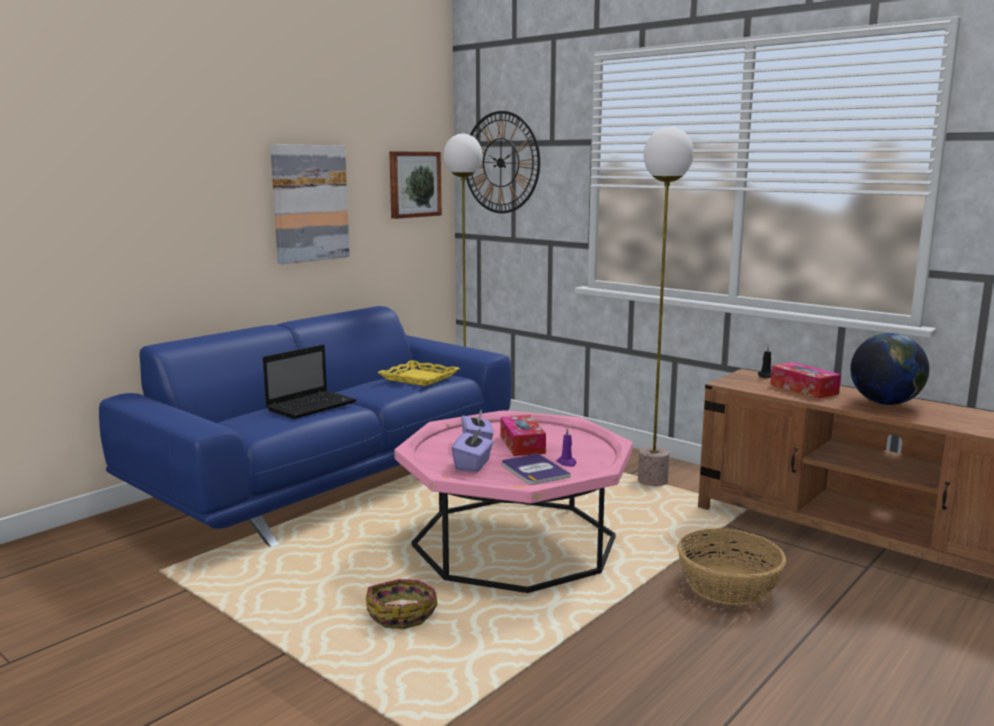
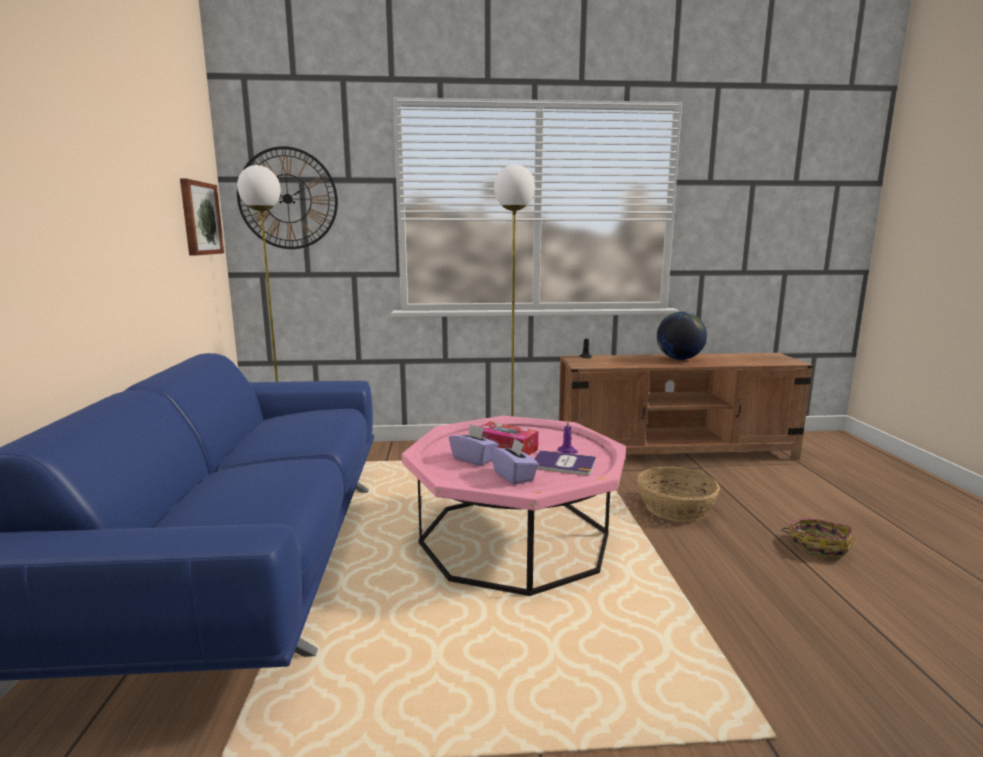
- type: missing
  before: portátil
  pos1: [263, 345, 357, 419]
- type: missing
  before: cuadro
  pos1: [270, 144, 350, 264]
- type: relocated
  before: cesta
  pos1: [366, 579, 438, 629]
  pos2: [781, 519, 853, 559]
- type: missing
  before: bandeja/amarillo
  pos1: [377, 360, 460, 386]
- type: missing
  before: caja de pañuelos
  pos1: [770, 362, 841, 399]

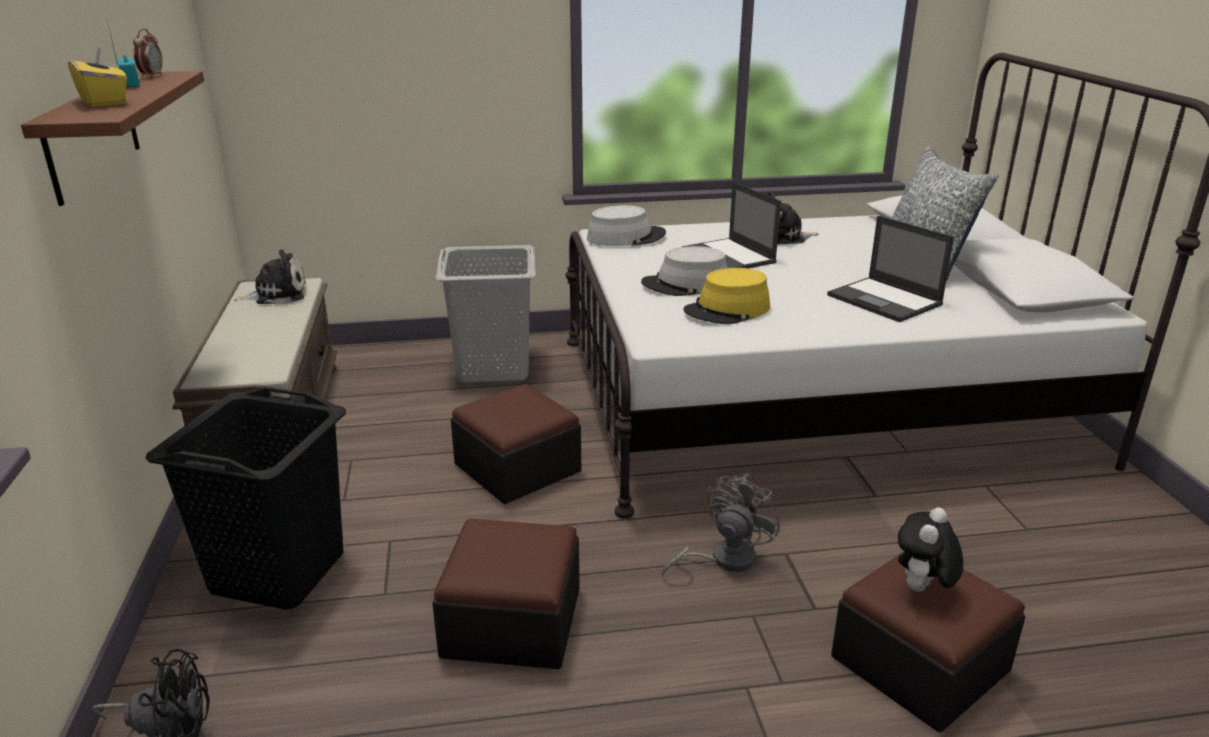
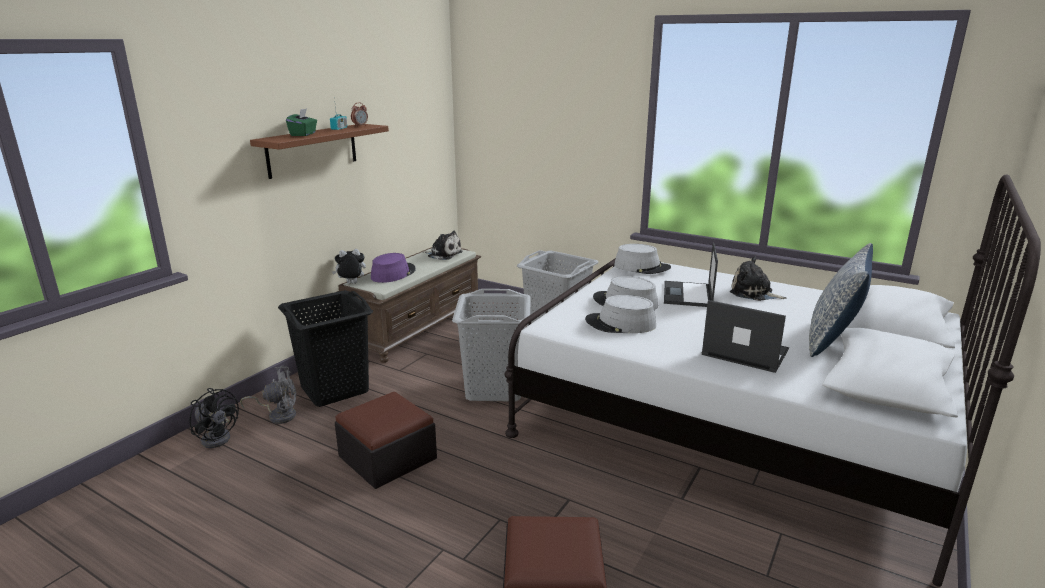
- type: colour
  before: caja de pañuelos/amarillo
  after: caja de pañuelos/verde
  pos1: [68, 47, 127, 107]
  pos2: [286, 109, 317, 136]
- type: exchanged
  before: puf
  after: cesto de la ropa/gris
  pos1: [451, 384, 581, 504]
  pos2: [452, 289, 531, 401]
- type: relocated
  before: ventilador/gris
  pos1: [661, 473, 781, 577]
  pos2: [240, 366, 296, 424]
- type: colour
  before: sombrero/amarillo
  after: sombrero/gris
  pos1: [683, 268, 770, 324]
  pos2: [585, 295, 656, 333]
- type: spun
  before: portátil
  pos1: [827, 216, 954, 322]
  pos2: [702, 300, 789, 373]
  turn: 120
- type: relocated
  before: peluche
  pos1: [898, 507, 963, 592]
  pos2: [332, 249, 366, 284]
- type: appeared
  after: sombrero/morado
  pos2: [371, 253, 416, 283]

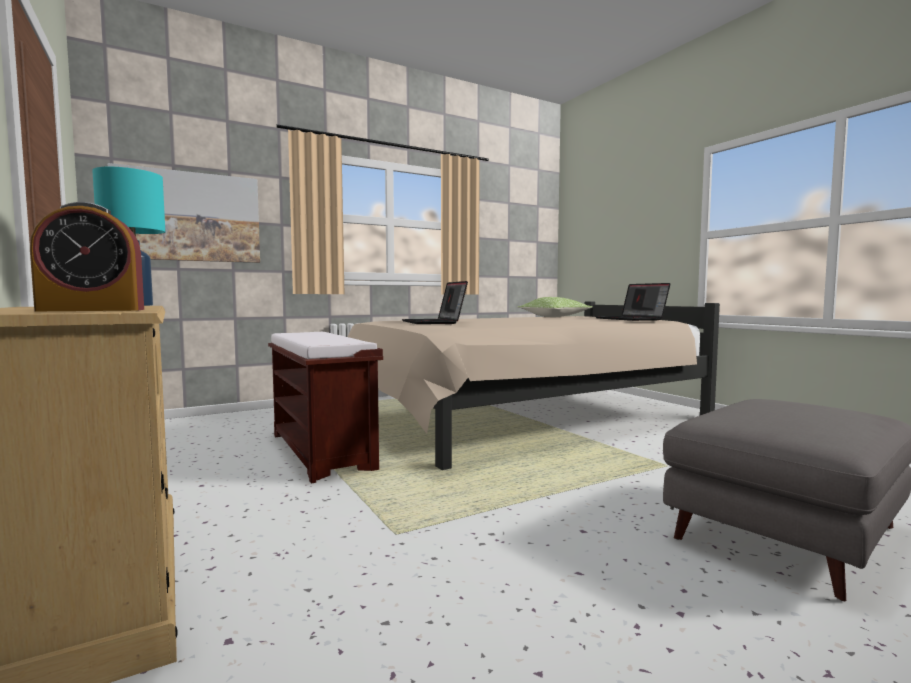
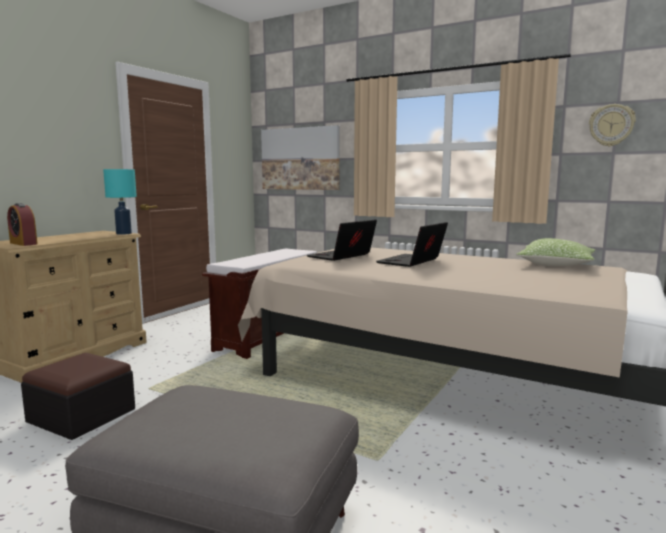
- type: relocated
  before: portátil
  pos1: [596, 283, 670, 321]
  pos2: [376, 222, 448, 267]
- type: appeared
  after: puf
  pos2: [21, 353, 135, 440]
- type: appeared
  after: reloj de pared
  pos2: [589, 104, 636, 147]

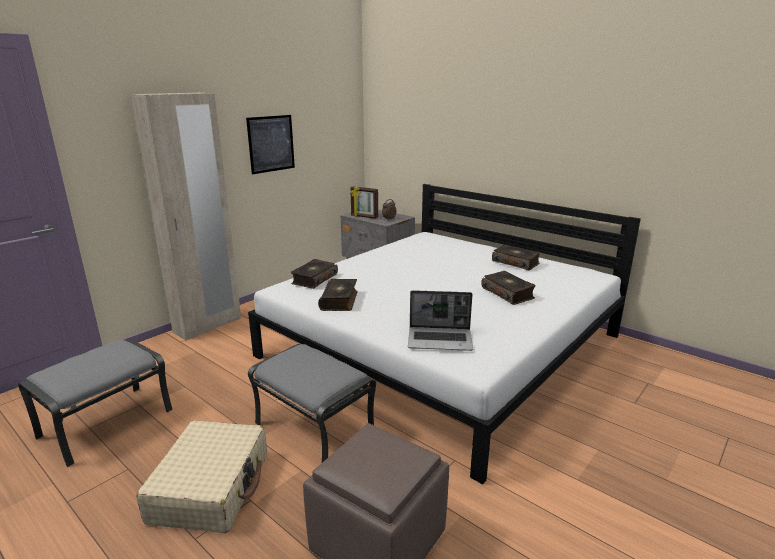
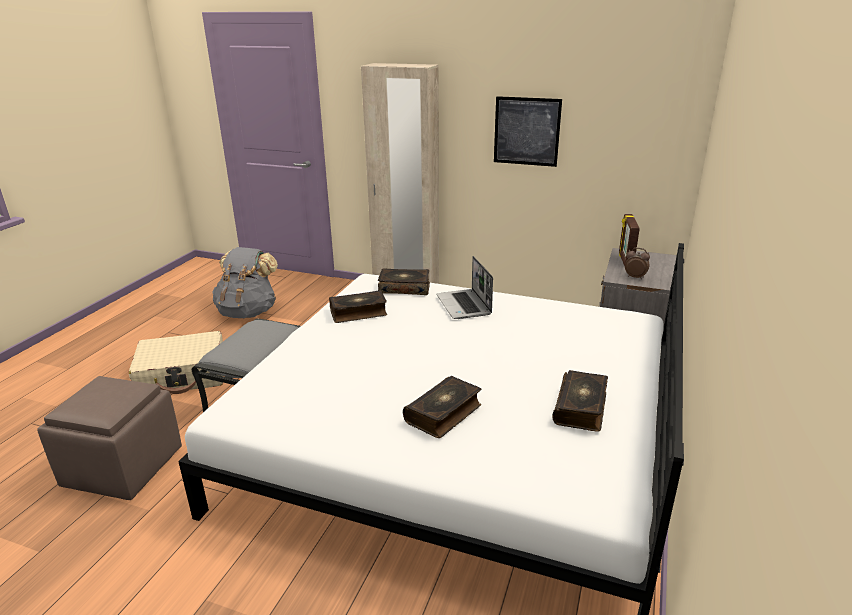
- type: exchanged
  before: puf/gris
  after: mochila/gris
  pos1: [18, 338, 173, 467]
  pos2: [212, 247, 278, 318]
- type: relocated
  before: portátil
  pos1: [408, 290, 473, 351]
  pos2: [437, 256, 493, 319]

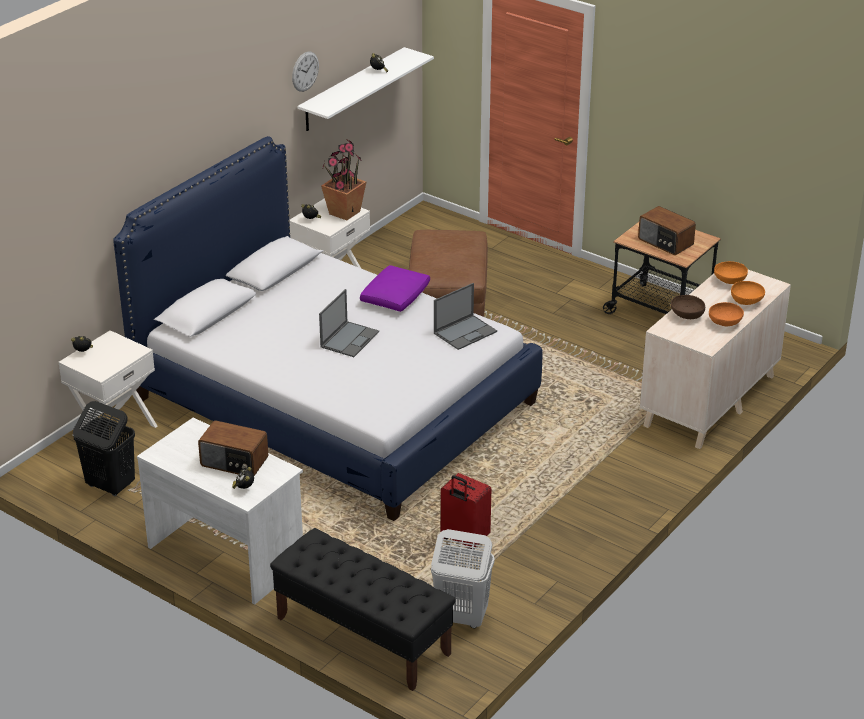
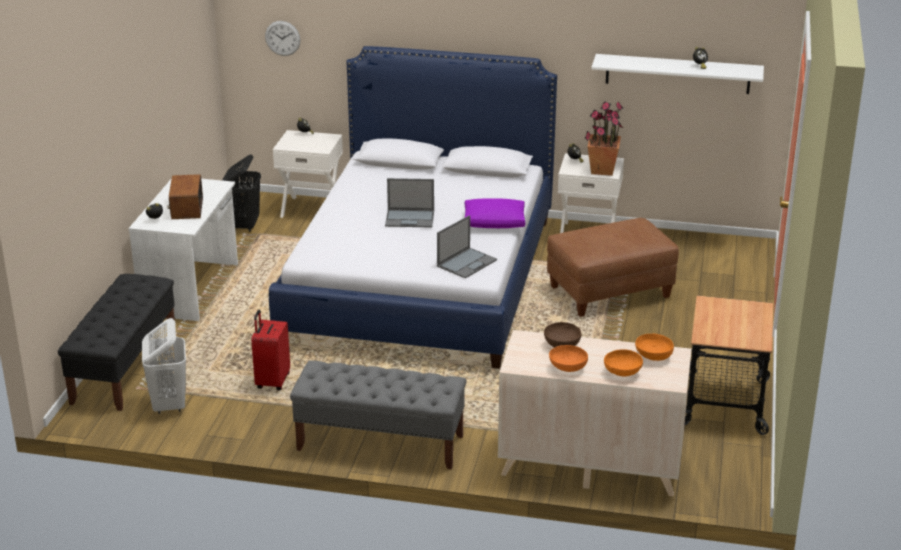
- type: relocated
  before: reloj de pared
  pos1: [292, 51, 319, 92]
  pos2: [265, 21, 300, 56]
- type: spun
  before: portátil
  pos1: [434, 283, 497, 350]
  pos2: [437, 215, 497, 278]
  turn: -75
- type: missing
  before: radio
  pos1: [638, 206, 696, 255]
- type: appeared
  after: banco/gris
  pos2: [290, 360, 467, 470]

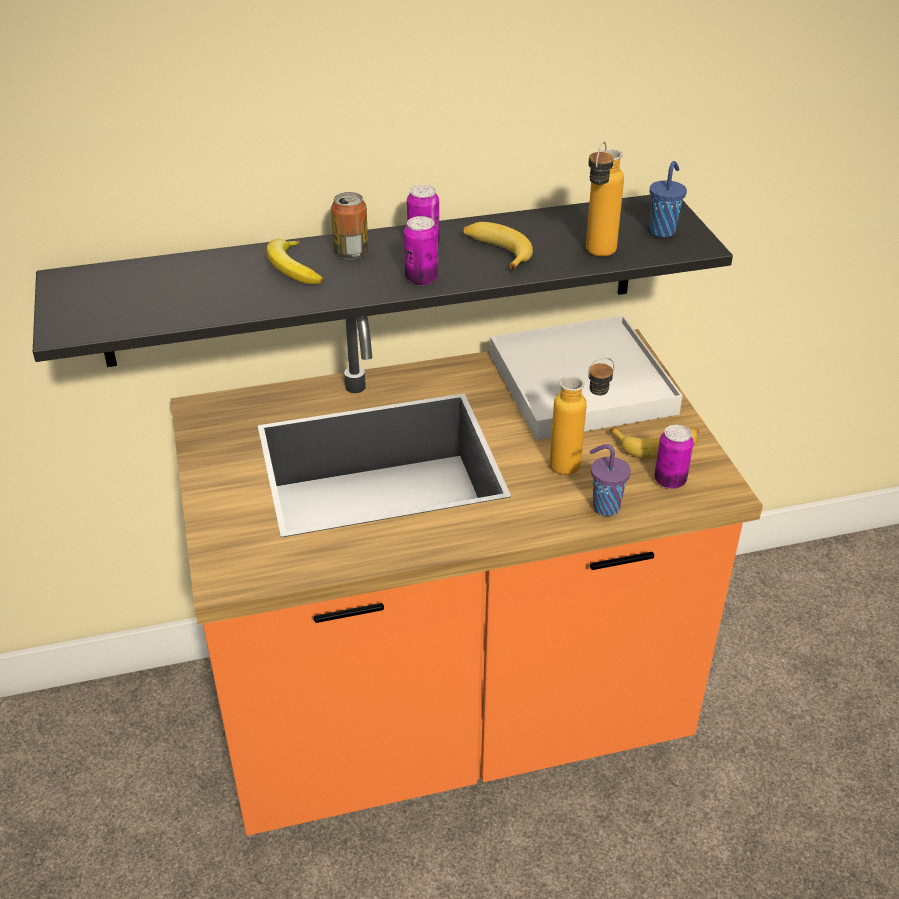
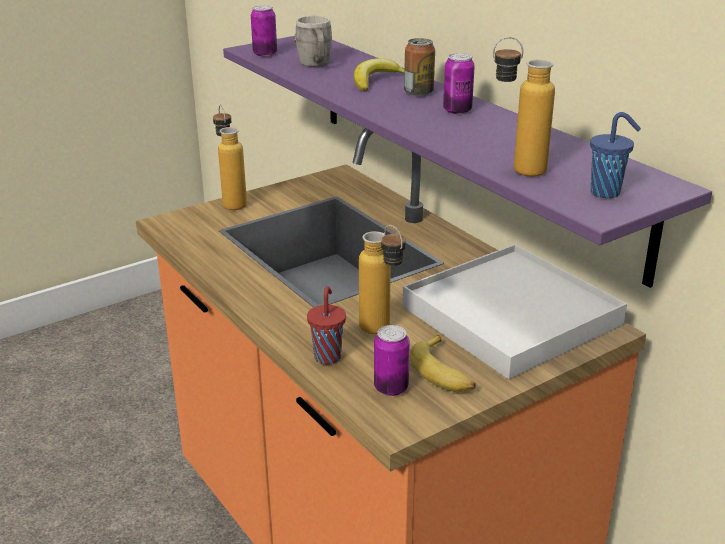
- type: colour
  before: estante/negro
  after: estante/morado
  pos1: [33, 195, 733, 367]
  pos2: [223, 36, 712, 288]
- type: relocated
  before: lata
  pos1: [404, 216, 438, 285]
  pos2: [251, 5, 277, 57]
- type: missing
  before: plátano
  pos1: [463, 222, 533, 270]
- type: colour
  before: taza/morado
  after: taza/rojo
  pos1: [590, 444, 631, 516]
  pos2: [307, 286, 346, 365]
- type: appeared
  after: botella
  pos2: [213, 105, 247, 210]
- type: appeared
  after: taza grande/gris
  pos2: [295, 16, 332, 67]

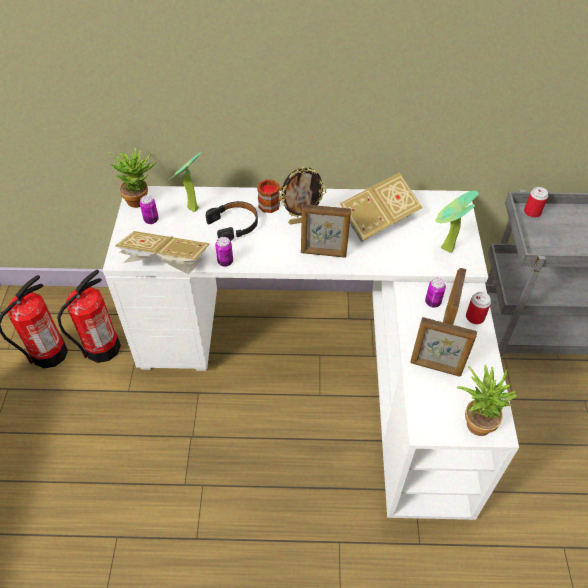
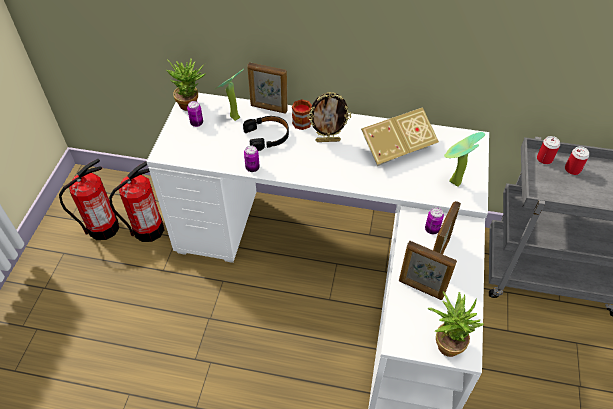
- type: missing
  before: libro
  pos1: [115, 231, 210, 274]
- type: relocated
  before: portarretratos
  pos1: [301, 204, 351, 257]
  pos2: [247, 62, 288, 114]
- type: relocated
  before: lata
  pos1: [466, 292, 491, 324]
  pos2: [565, 146, 589, 175]

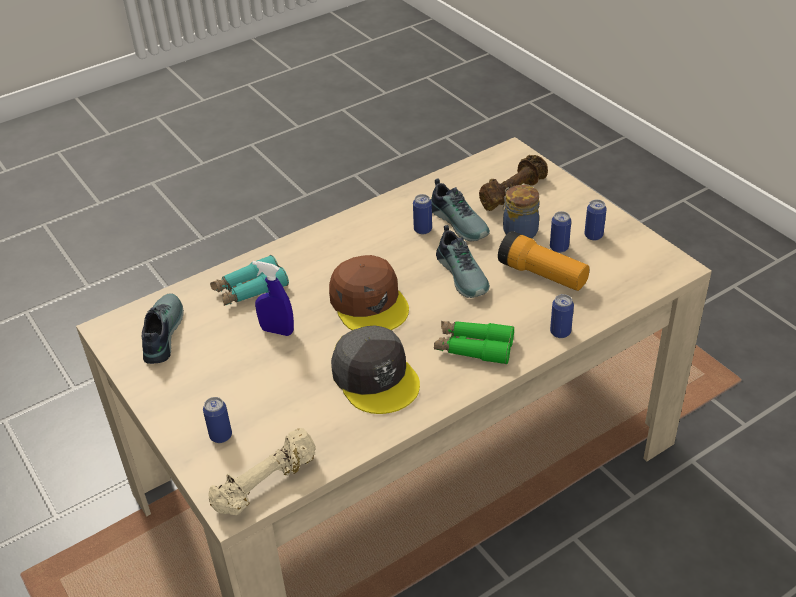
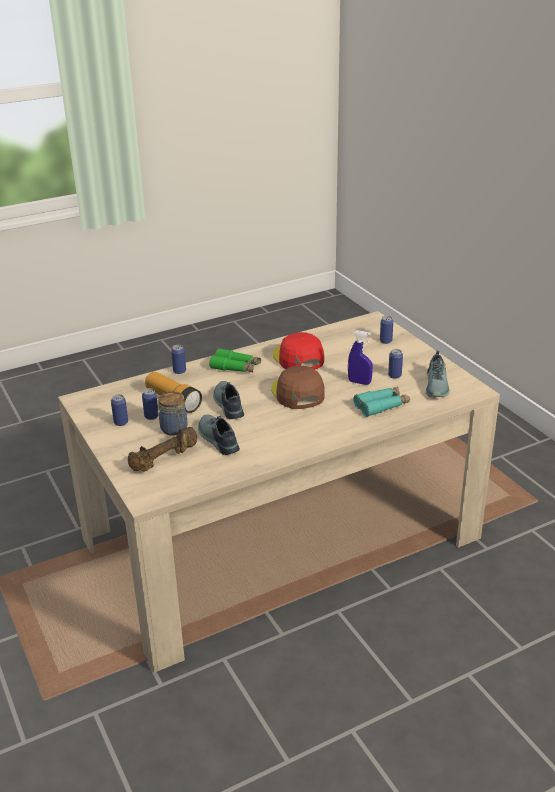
- type: missing
  before: mancuerna/beis
  pos1: [208, 428, 316, 515]
- type: colour
  before: gorra/gris
  after: gorra/rojo
  pos1: [331, 325, 420, 414]
  pos2: [273, 332, 324, 370]
- type: relocated
  before: lata
  pos1: [413, 194, 432, 234]
  pos2: [388, 349, 403, 379]

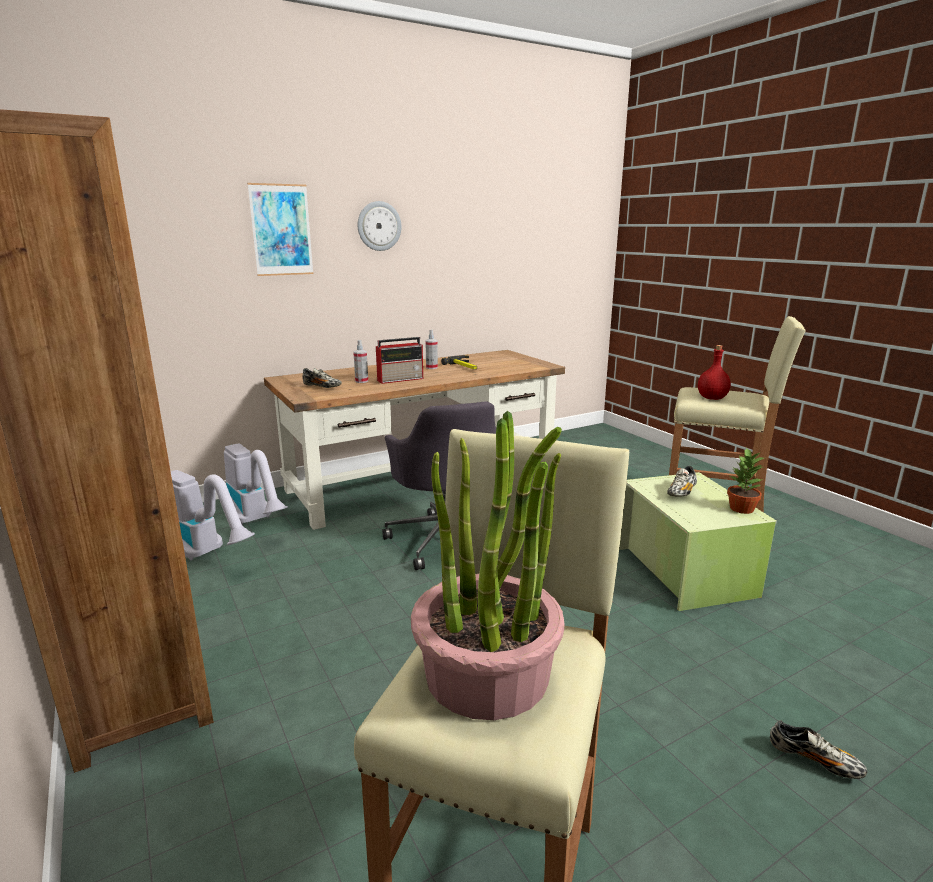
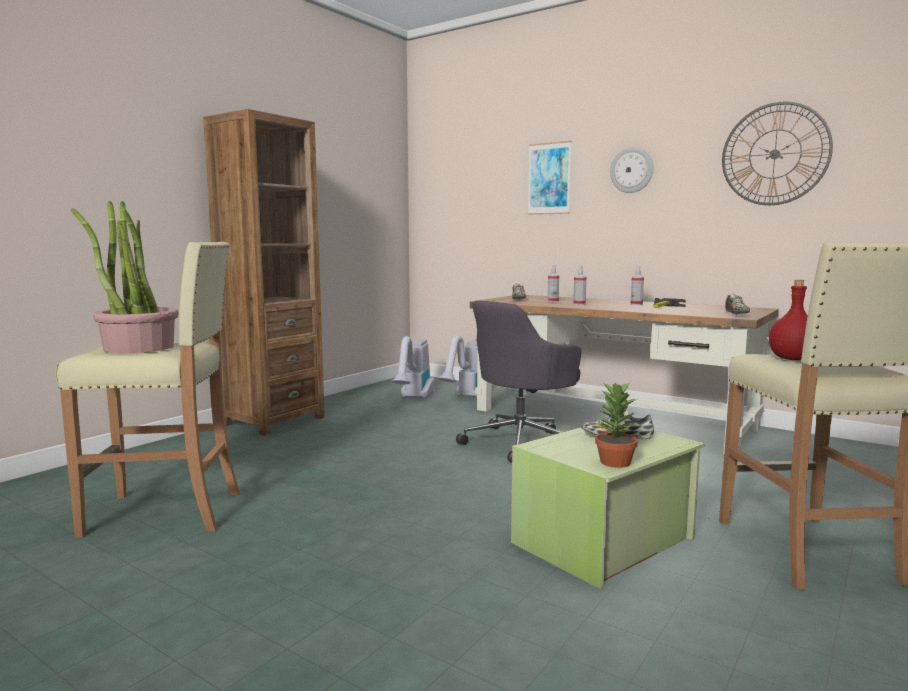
- type: exchanged
  before: radio
  after: pulverizador
  pos1: [376, 337, 423, 384]
  pos2: [573, 266, 586, 305]
- type: relocated
  before: zapato
  pos1: [770, 720, 867, 779]
  pos2: [725, 294, 750, 315]
- type: appeared
  after: reloj de pared
  pos2: [722, 102, 833, 205]

